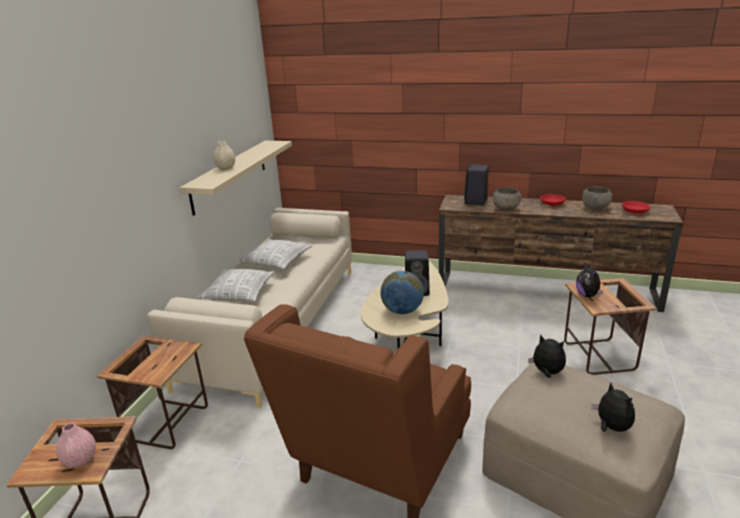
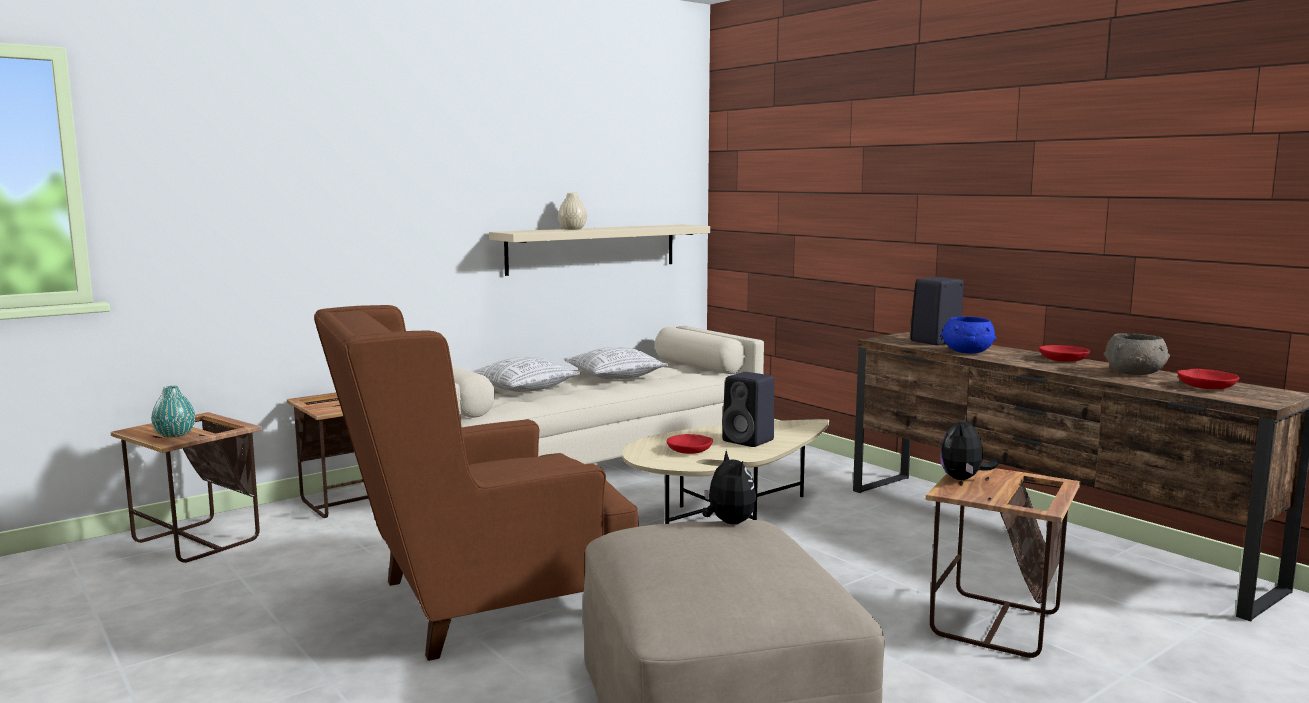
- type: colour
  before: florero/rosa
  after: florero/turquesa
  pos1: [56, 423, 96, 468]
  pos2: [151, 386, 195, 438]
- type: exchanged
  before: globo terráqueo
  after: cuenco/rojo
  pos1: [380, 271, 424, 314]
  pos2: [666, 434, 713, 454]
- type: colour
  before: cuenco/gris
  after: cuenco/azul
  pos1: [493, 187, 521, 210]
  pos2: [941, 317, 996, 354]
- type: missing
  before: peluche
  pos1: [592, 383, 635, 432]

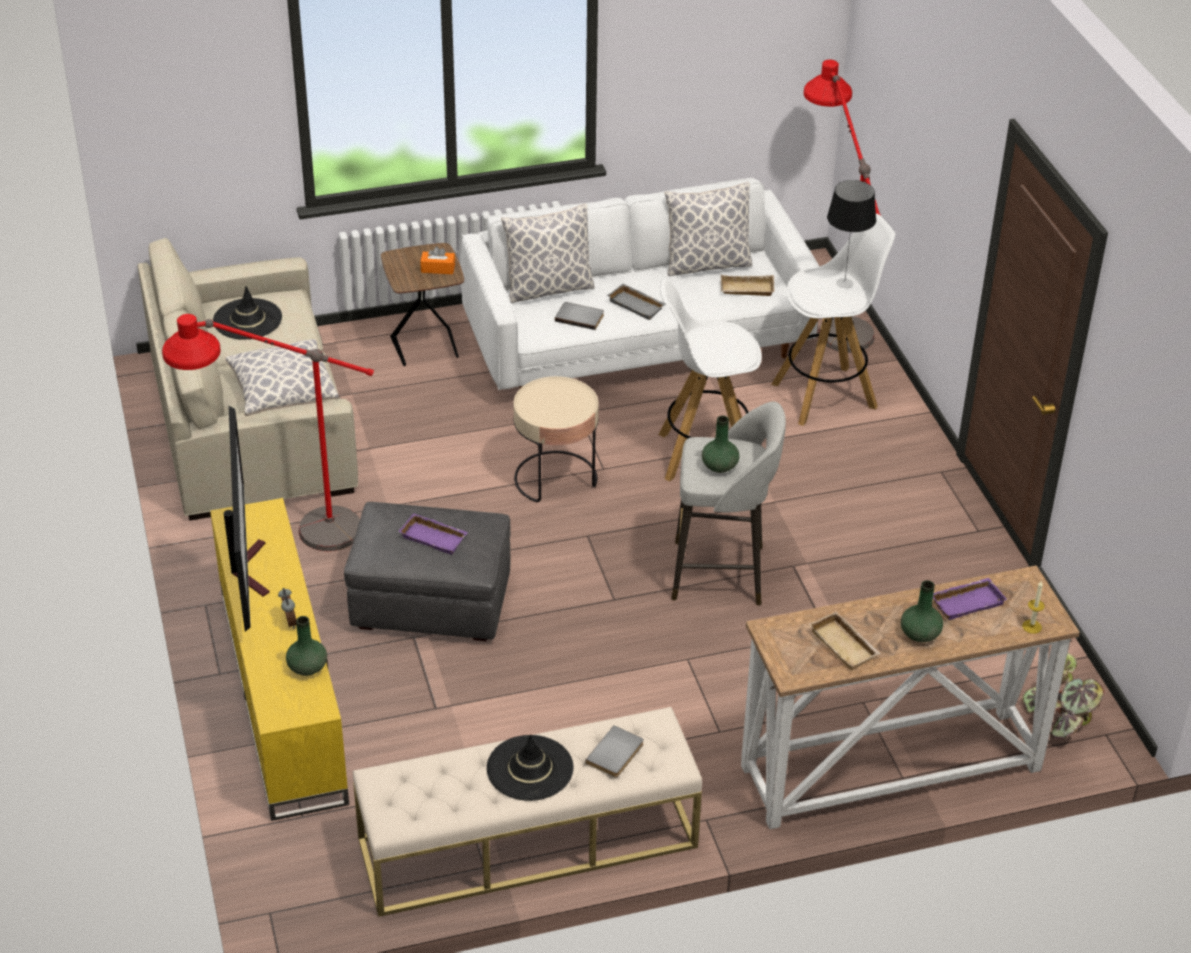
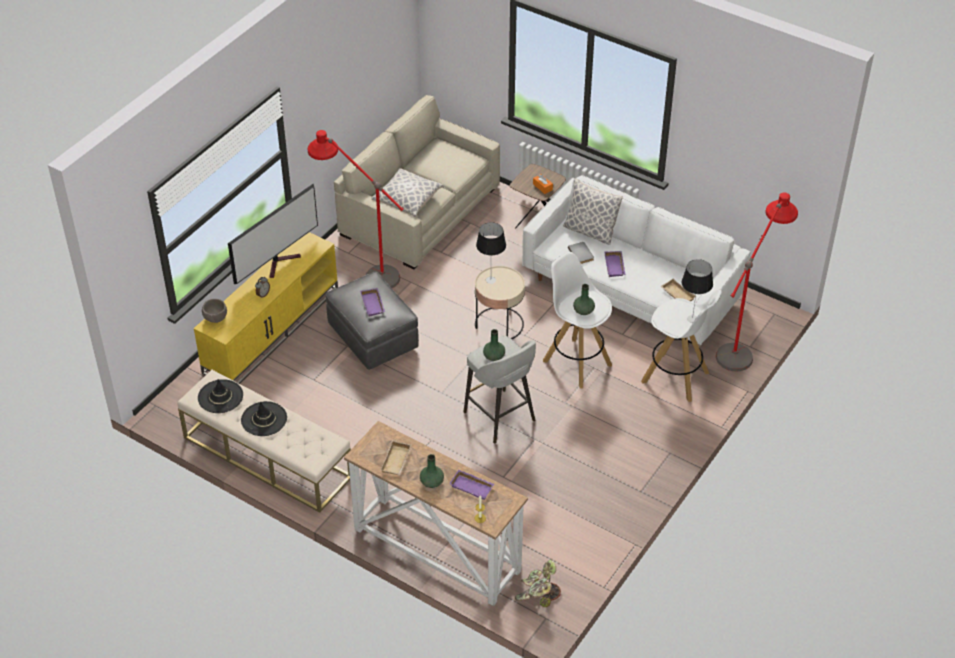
- type: relocated
  before: sombrero/negro
  pos1: [213, 286, 282, 340]
  pos2: [198, 379, 243, 413]
- type: relocated
  before: florero/verde
  pos1: [286, 616, 327, 676]
  pos2: [573, 284, 595, 315]
- type: missing
  before: libro/gris
  pos1: [585, 725, 644, 778]
- type: colour
  before: bandeja/gris
  after: bandeja/morado
  pos1: [607, 284, 666, 320]
  pos2: [605, 251, 626, 277]
- type: missing
  before: cojín
  pos1: [664, 182, 753, 276]
- type: appeared
  after: cuenco/marrón
  pos2: [202, 299, 227, 323]
- type: appeared
  after: lámpara de mesa
  pos2: [476, 222, 506, 284]

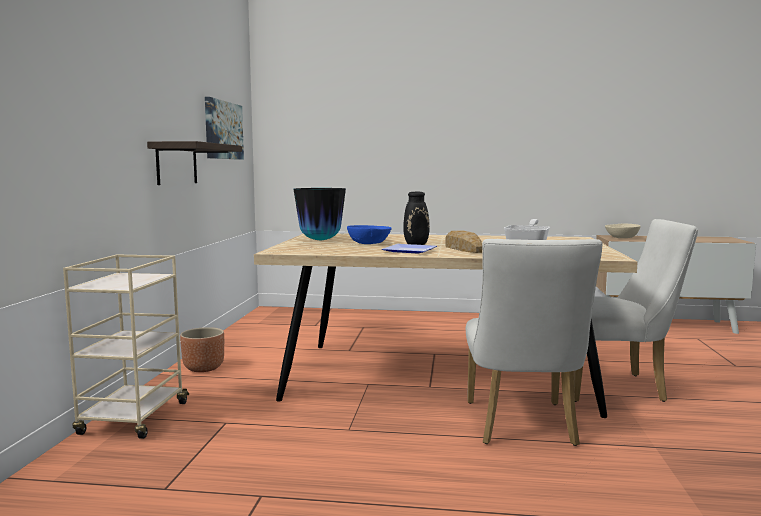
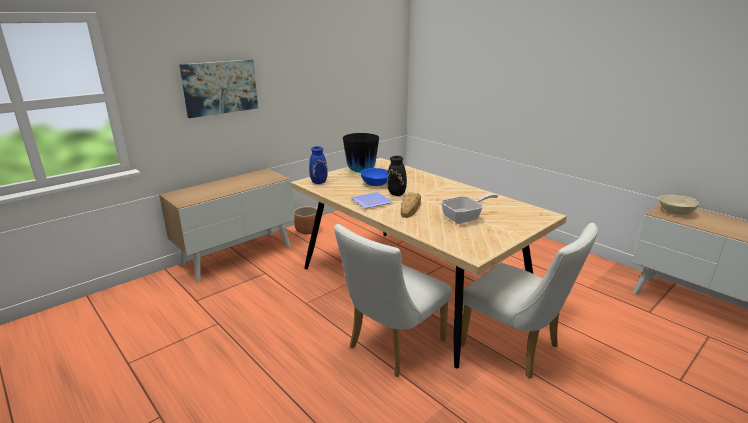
- type: exchanged
  before: carrito/beis
  after: armario
  pos1: [63, 254, 189, 439]
  pos2: [159, 168, 295, 281]
- type: missing
  before: estante
  pos1: [147, 141, 242, 185]
- type: relocated
  before: cuadro
  pos1: [205, 97, 244, 160]
  pos2: [179, 59, 258, 118]
- type: appeared
  after: florero/azul
  pos2: [309, 146, 328, 184]

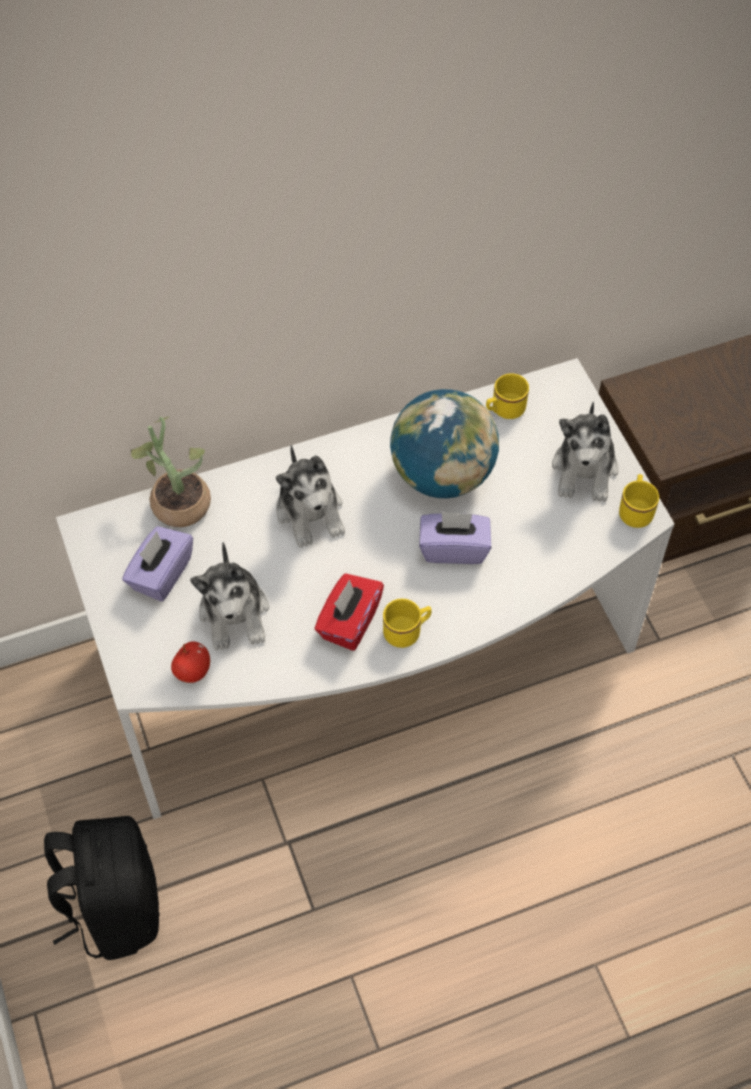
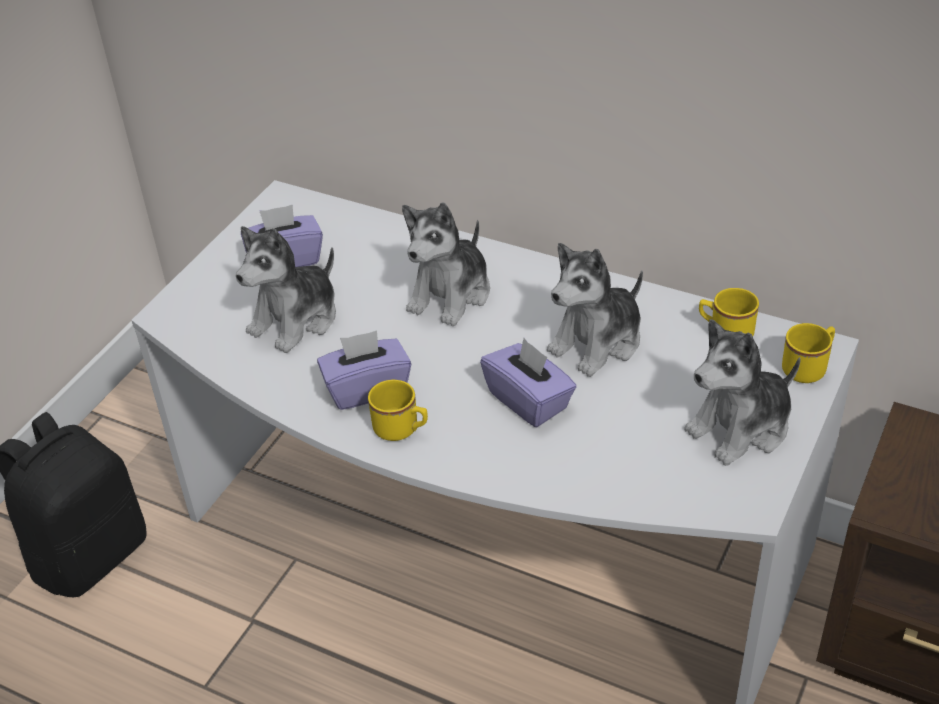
- type: missing
  before: planta en maceta
  pos1: [131, 416, 211, 527]
- type: missing
  before: manzana
  pos1: [171, 641, 210, 683]
- type: colour
  before: caja de pañuelos/rojo
  after: caja de pañuelos/morado
  pos1: [315, 573, 384, 651]
  pos2: [317, 330, 411, 410]
- type: exchanged
  before: globo terráqueo
  after: peluche
  pos1: [390, 389, 499, 498]
  pos2: [547, 243, 643, 377]
- type: relocated
  before: taza grande/amarillo
  pos1: [619, 474, 659, 528]
  pos2: [782, 323, 835, 383]

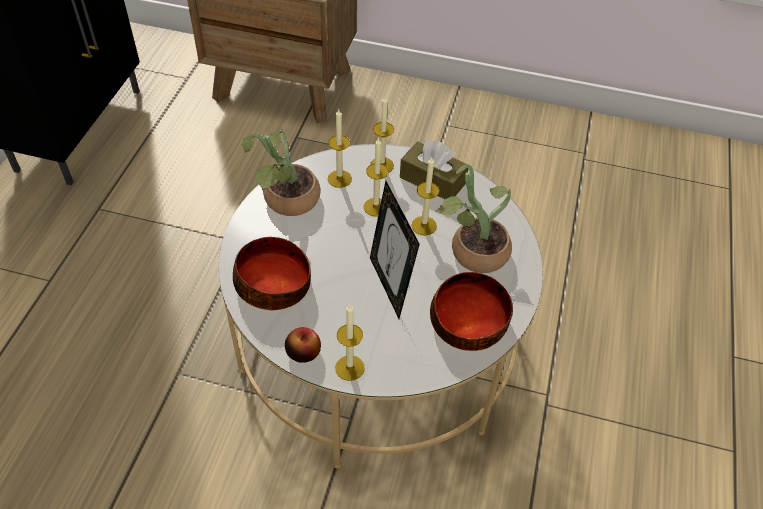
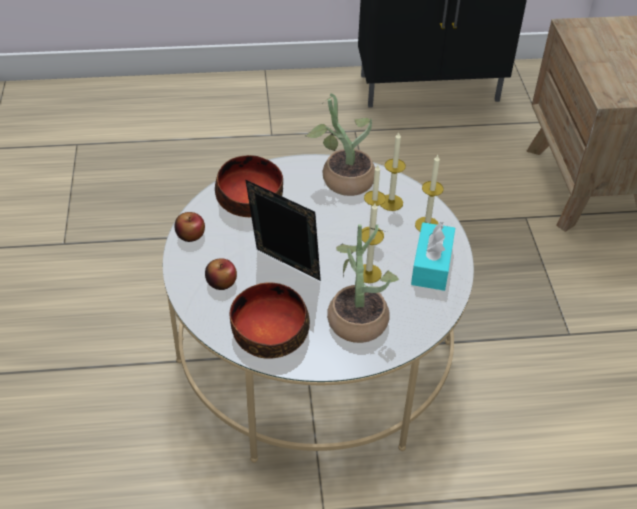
- type: missing
  before: vela
  pos1: [335, 305, 365, 381]
- type: spun
  before: portarretratos
  pos1: [370, 181, 420, 319]
  pos2: [245, 179, 321, 281]
  turn: 75
- type: colour
  before: caja de pañuelos/marrón
  after: caja de pañuelos/turquesa
  pos1: [400, 141, 468, 200]
  pos2: [411, 222, 455, 291]
- type: appeared
  after: manzana
  pos2: [205, 258, 237, 290]

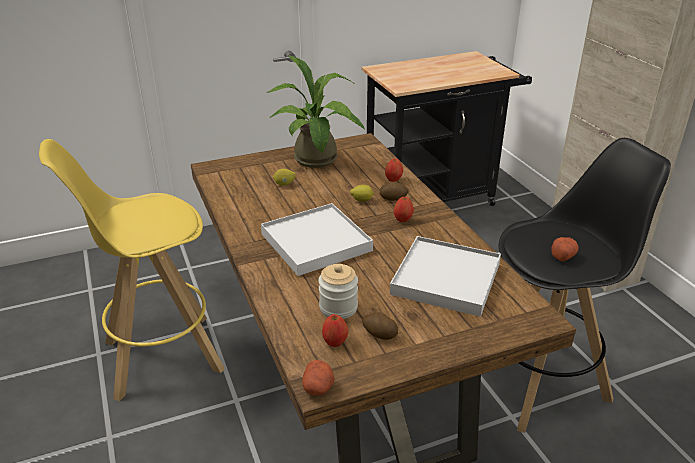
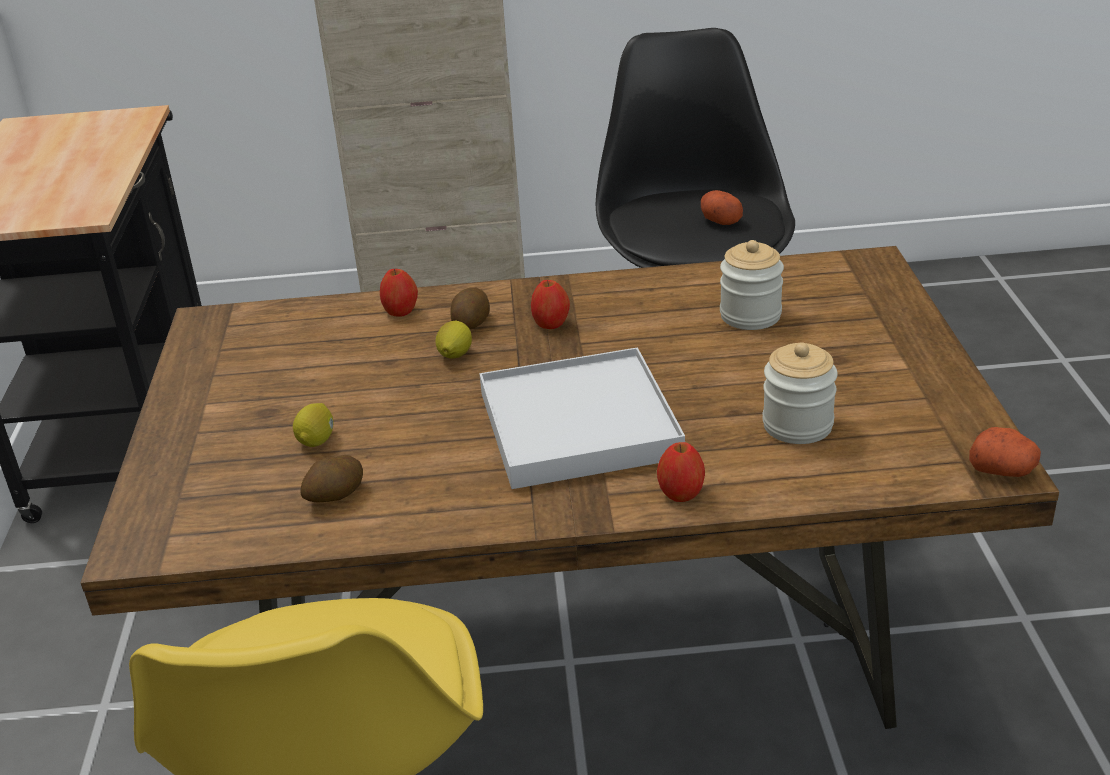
- type: missing
  before: planta en maceta
  pos1: [267, 55, 365, 168]
- type: relocated
  before: manzana
  pos1: [322, 314, 349, 347]
  pos2: [657, 442, 705, 502]
- type: relocated
  before: patata
  pos1: [362, 312, 398, 340]
  pos2: [300, 455, 363, 502]
- type: exchanged
  before: bandeja/blanco
  after: tarro
  pos1: [390, 236, 501, 317]
  pos2: [720, 240, 784, 330]

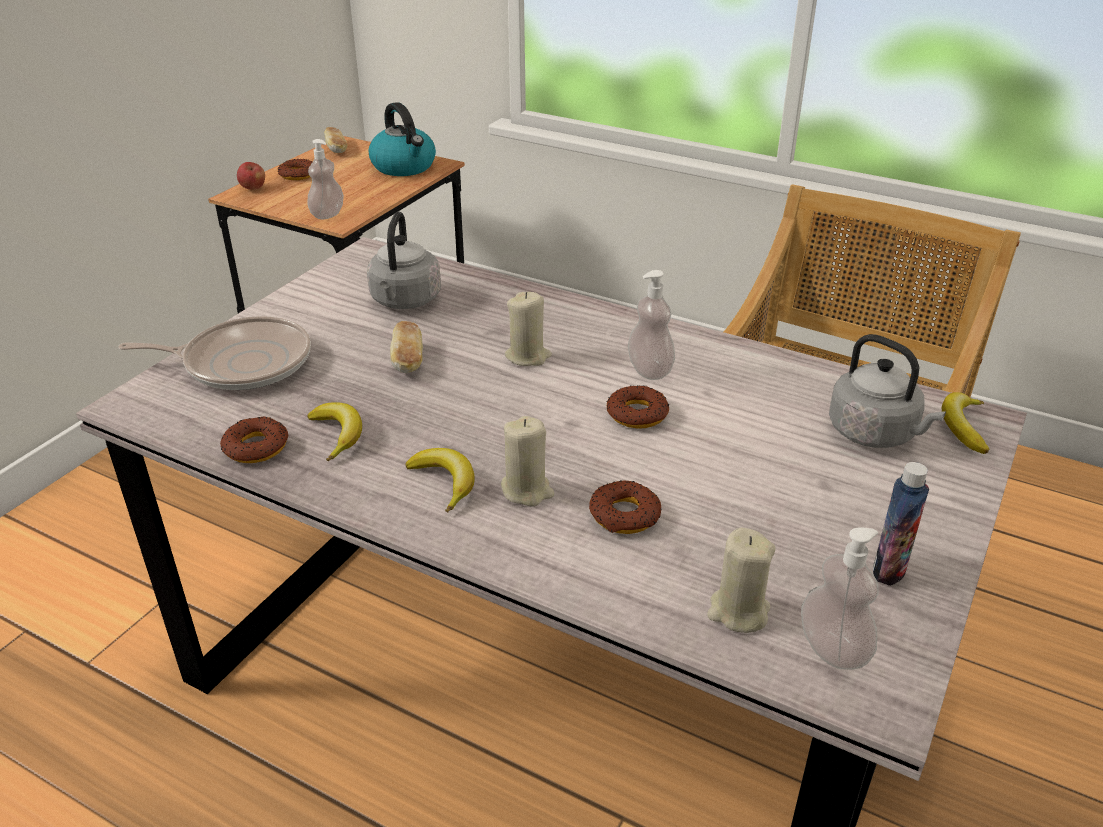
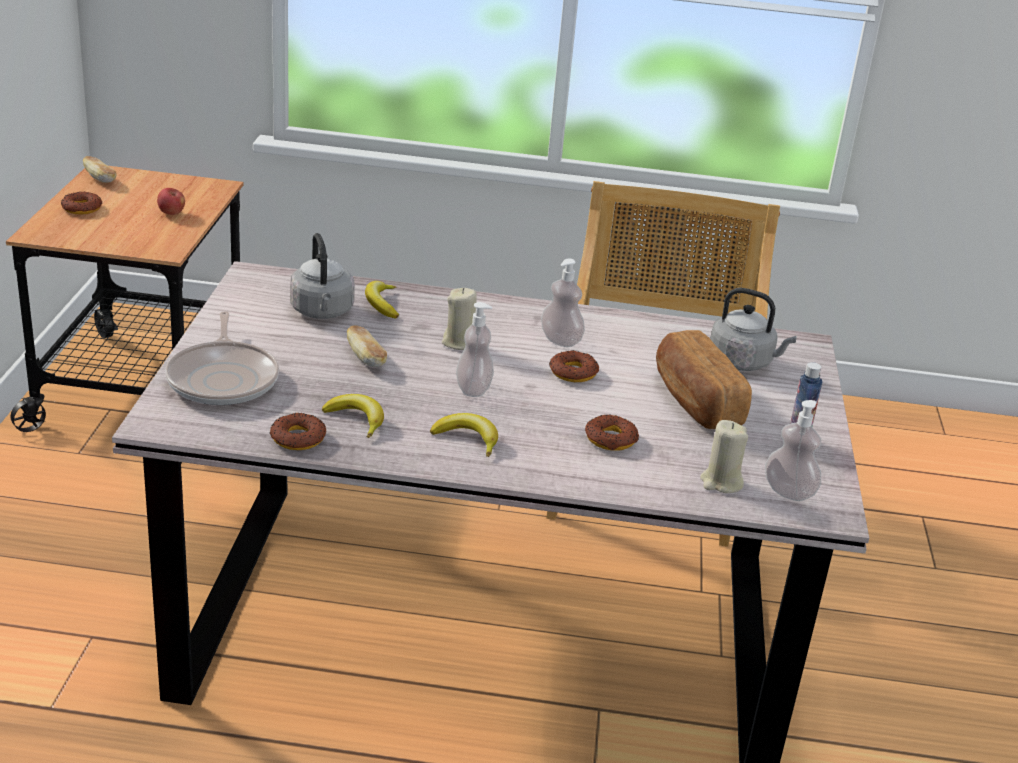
- type: spun
  before: sartén
  pos1: [118, 316, 311, 390]
  pos2: [165, 311, 279, 405]
  turn: 105
- type: relocated
  before: manzana
  pos1: [237, 162, 265, 190]
  pos2: [157, 188, 185, 215]
- type: relocated
  before: dispensador de jabón
  pos1: [307, 139, 344, 219]
  pos2: [456, 302, 494, 397]
- type: missing
  before: hervidor
  pos1: [369, 102, 436, 176]
- type: missing
  before: vela/beis
  pos1: [501, 416, 554, 507]
- type: relocated
  before: plátano
  pos1: [942, 392, 989, 454]
  pos2: [365, 281, 399, 318]
- type: appeared
  after: pan
  pos2: [656, 330, 752, 429]

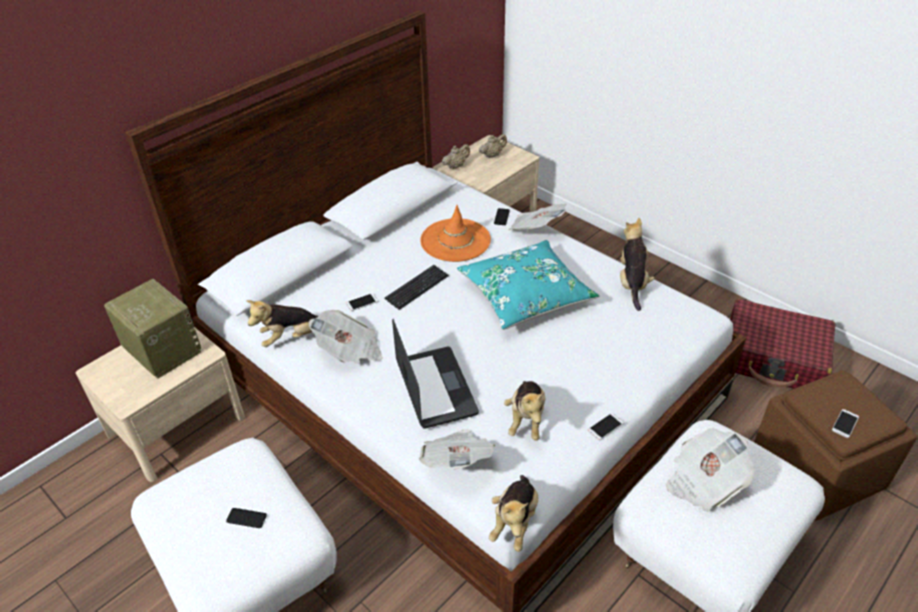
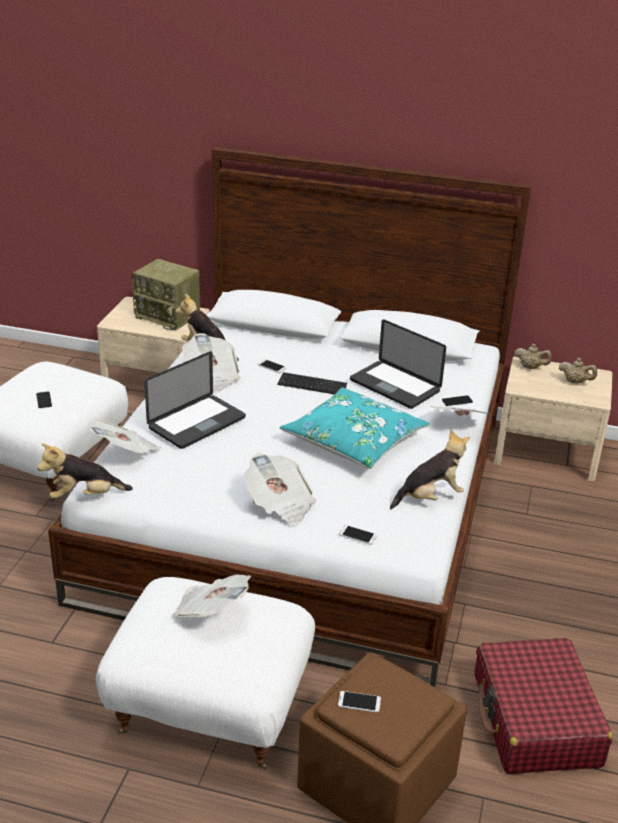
- type: spun
  before: radio
  pos1: [104, 279, 201, 379]
  pos2: [132, 259, 200, 331]
  turn: 105
- type: exchanged
  before: sombrero/naranja
  after: portátil
  pos1: [420, 205, 491, 262]
  pos2: [350, 319, 446, 409]
- type: missing
  before: peluche
  pos1: [504, 381, 545, 441]
- type: relocated
  before: móvil
  pos1: [588, 413, 624, 440]
  pos2: [339, 525, 377, 545]
- type: appeared
  after: periódico
  pos2: [244, 453, 316, 526]

